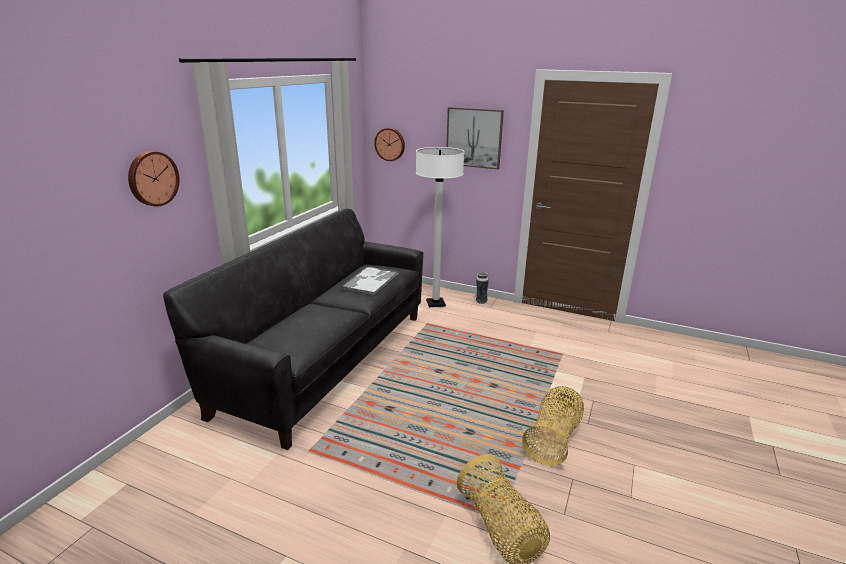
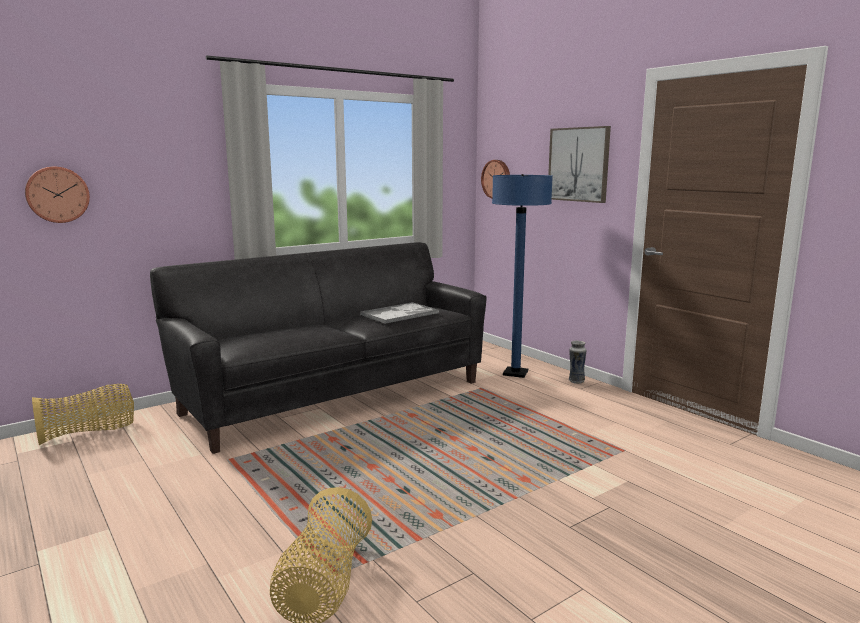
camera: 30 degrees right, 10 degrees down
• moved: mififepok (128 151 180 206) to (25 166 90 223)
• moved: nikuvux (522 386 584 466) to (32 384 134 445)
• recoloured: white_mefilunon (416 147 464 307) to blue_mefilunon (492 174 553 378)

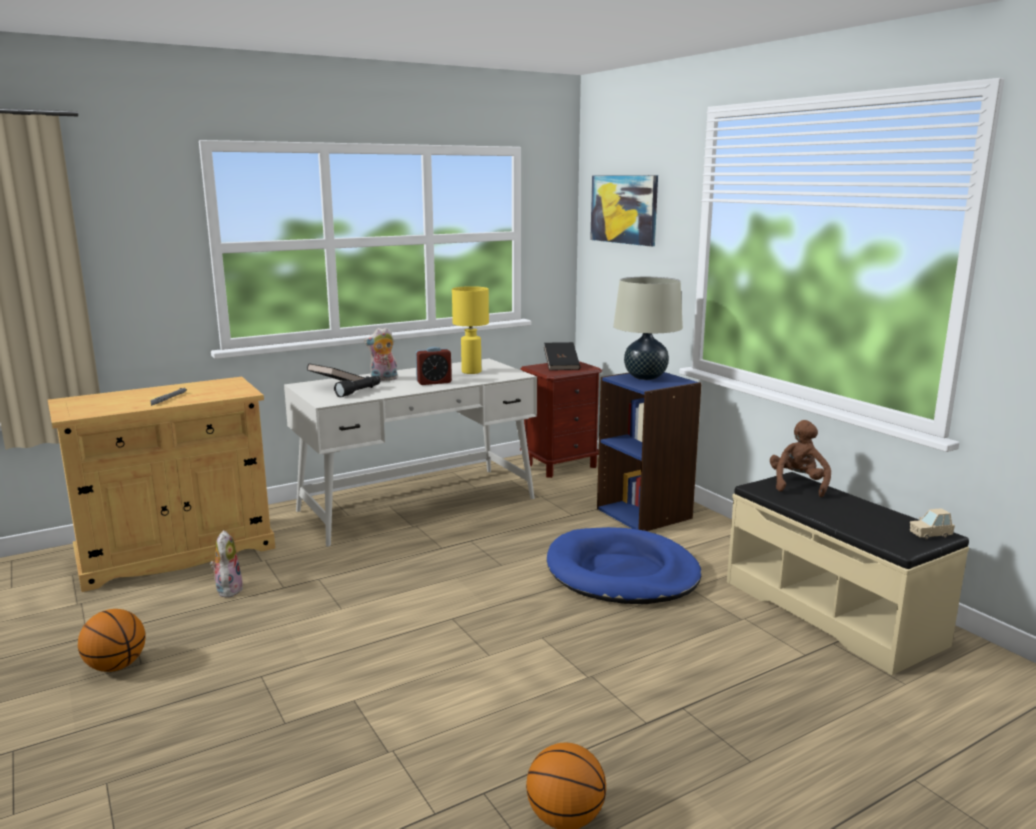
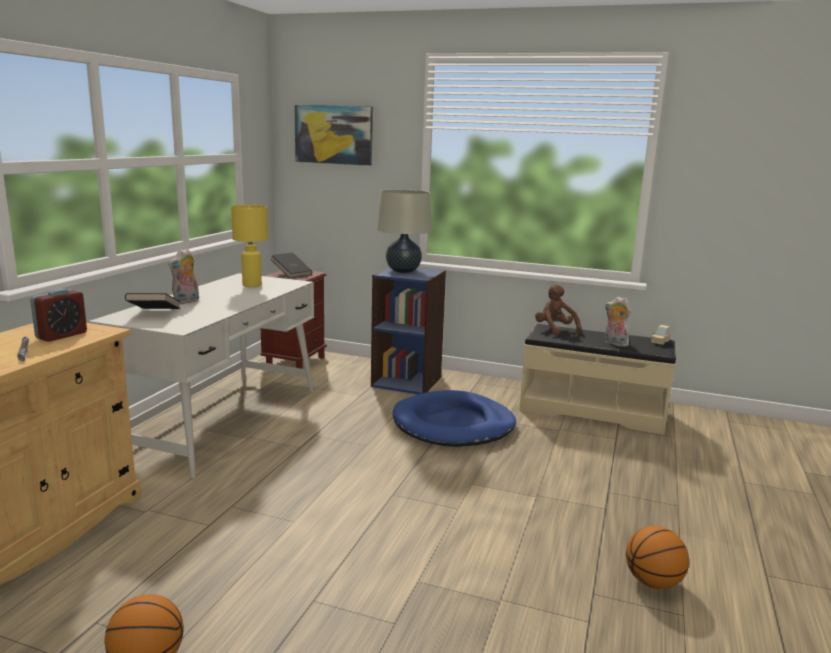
camera: 40 degrees left, 0 degrees up
• removed: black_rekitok (334 376 381 397)
• moved: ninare (210 530 243 598) to (605 297 631 347)
• moved: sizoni (416 347 452 385) to (30 289 87 342)

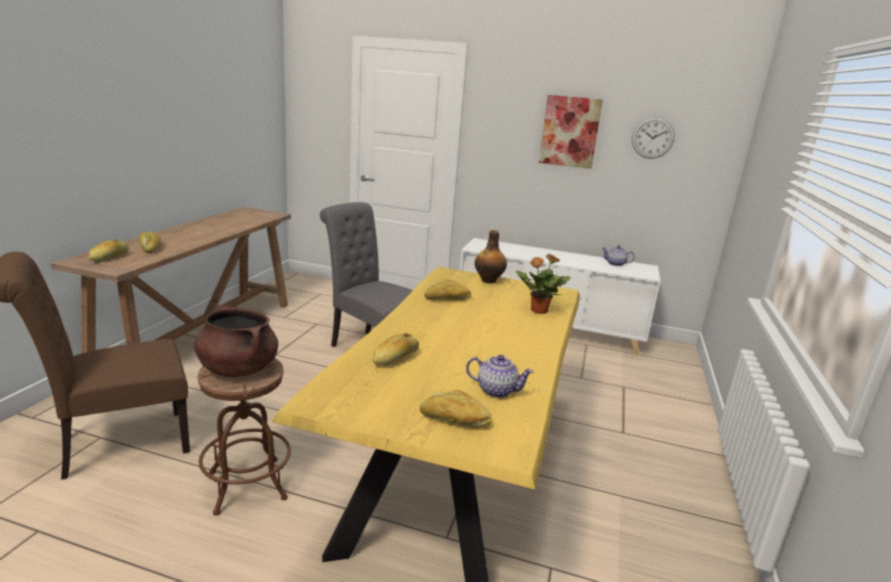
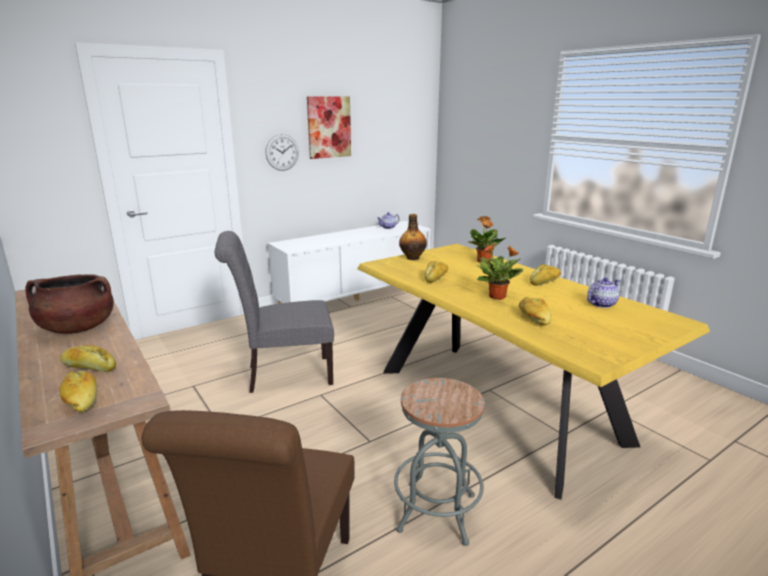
camera: 50 degrees left, 0 degrees up
• added: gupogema (476 244 524 300)
• moved: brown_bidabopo (194 305 278 377) to (25 274 114 334)
• moved: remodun (420 390 492 427) to (530 265 561 286)
• moved: mififepok (632 117 675 159) to (265 134 299 171)
• recoloured: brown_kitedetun (198 358 291 516) to grey_kitedetun (394 378 485 546)

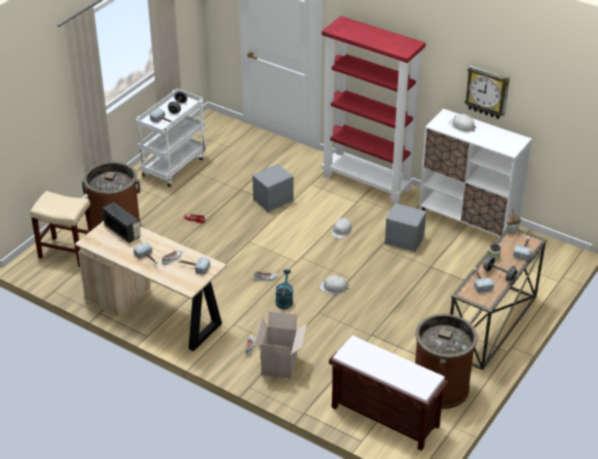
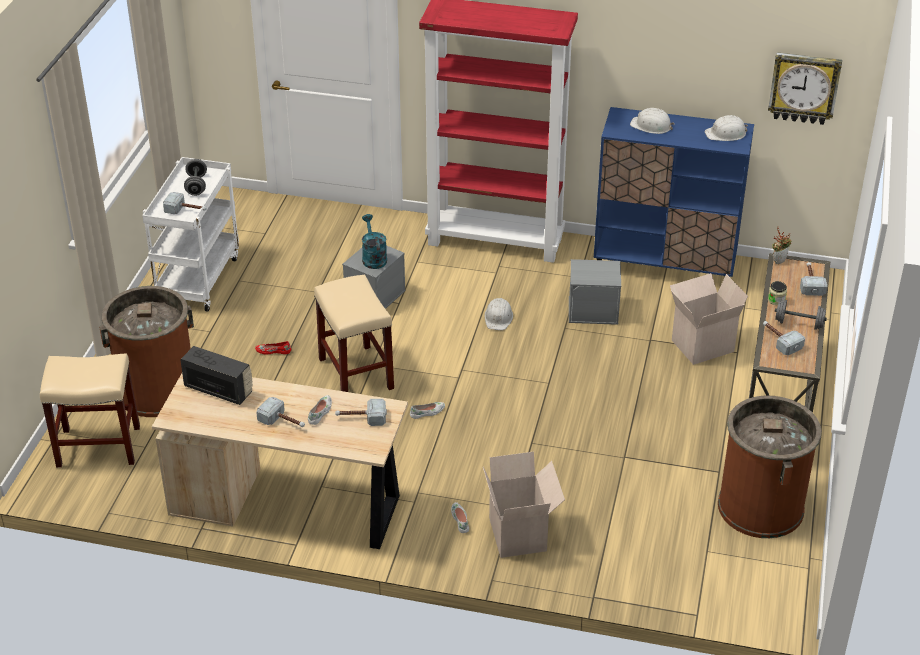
camera: 20 degrees left, 0 degrees up
• removed: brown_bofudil (329 335 448 451)
• added: beige_kitedetun (314 274 394 392)
• added: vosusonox (670 273 748 365)
• moved: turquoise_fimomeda (276 269 293 309) to (362 214 387 269)
• moved: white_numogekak (319 276 350 294) to (705 115 748 141)
• moved: mififepok (464 65 510 119) to (768 52 842 125)
• recoloured: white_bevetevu (419 109 532 237) to blue_bevetevu (594 107 754 278)

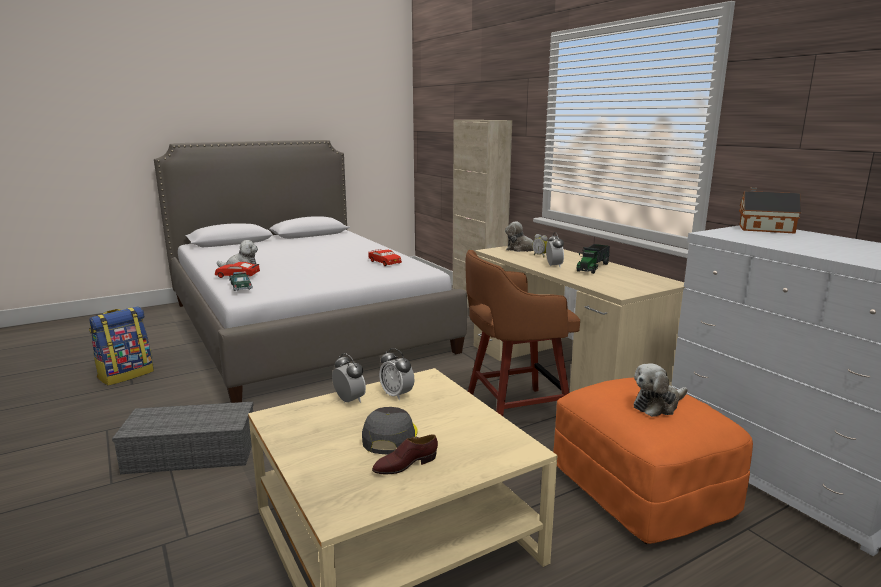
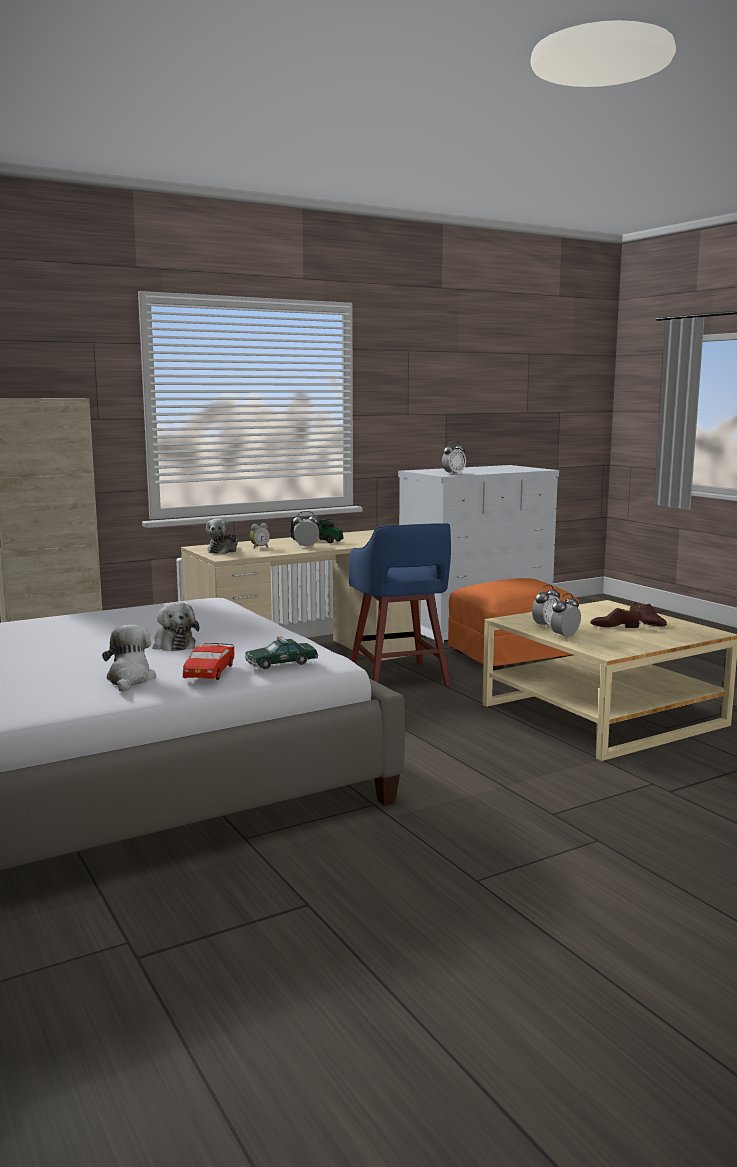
camera: 90 degrees left, 5 degrees down
• removed: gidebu (89 306 154 386)
• removed: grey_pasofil (112 402 253 474)
• removed: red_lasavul (368 249 402 266)
• removed: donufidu (739 187 801 234)
• added: sizoni (442 441 466 475)
• moved: ninare (634 363 688 417) to (153 602 199 651)
• replaced: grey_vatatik (362 407 418 454) to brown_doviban (590 608 641 628)
• recoloured: brown_kitedetun (465 250 580 416) to blue_kitedetun (349 523 451 686)

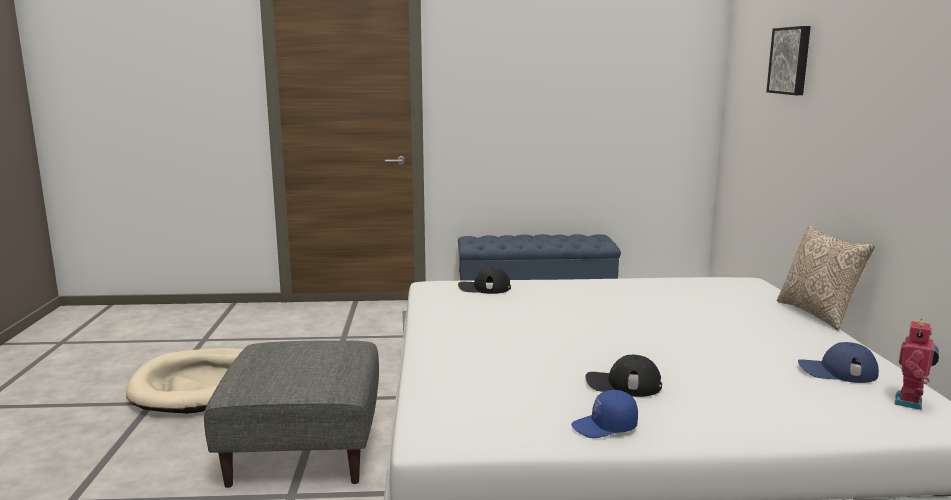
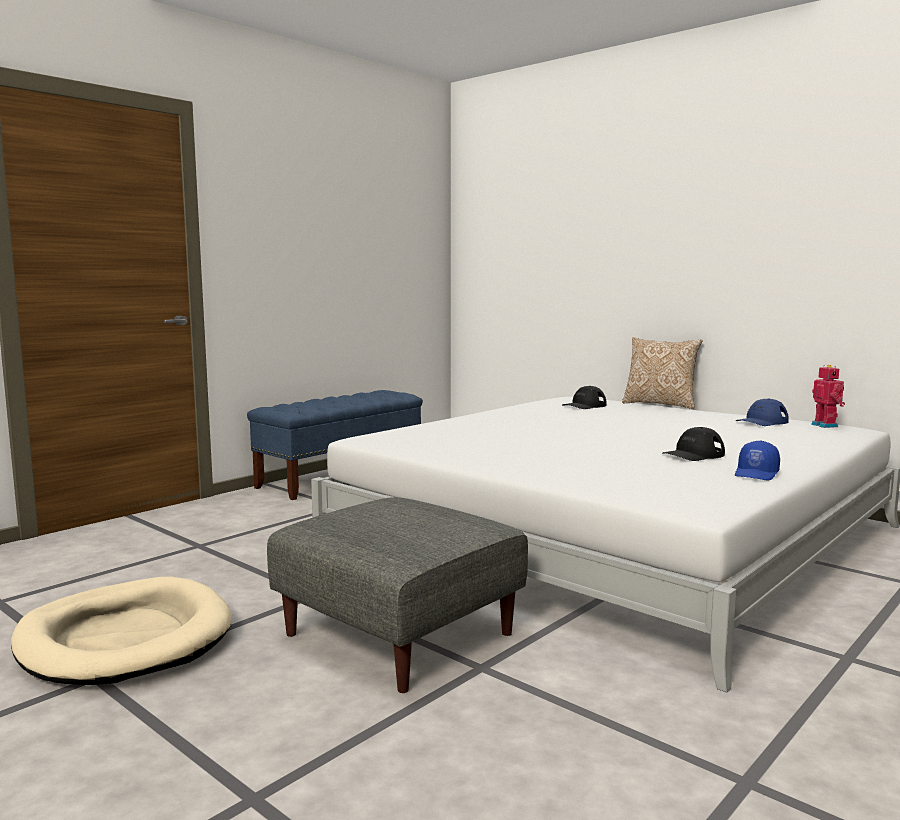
camera: 45 degrees left, 5 degrees down
• removed: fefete (766 26 811 95)
• moved: black_vatatik (458 267 511 294) to (563 386 607 409)

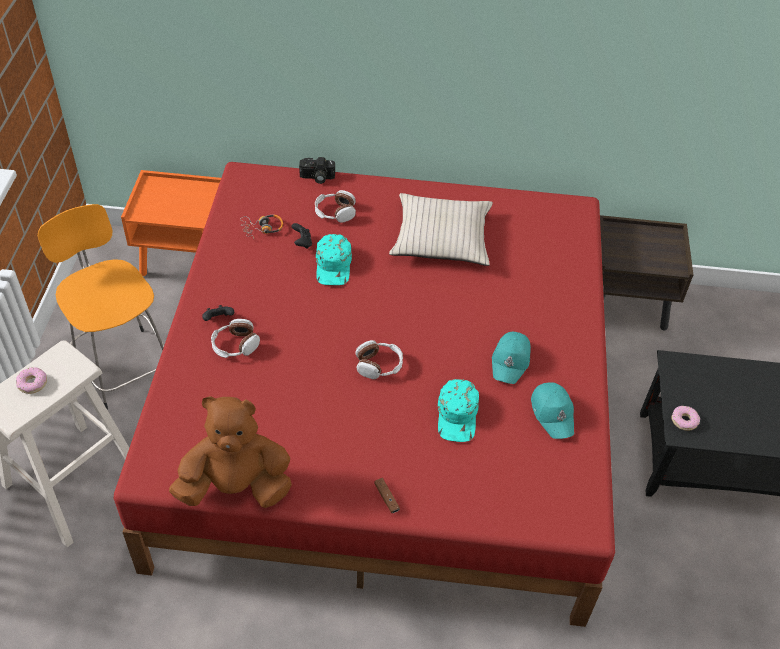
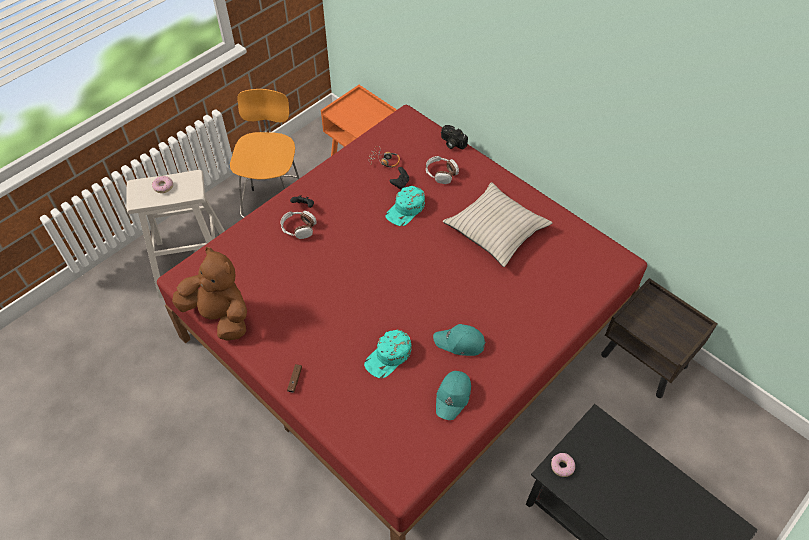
camera: 40 degrees right, 5 degrees up
• removed: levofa (355 340 403 379)
• turned: turquoise_vatatik (492 332 531 384) = (433 324 486 356) 45 degrees clockwise

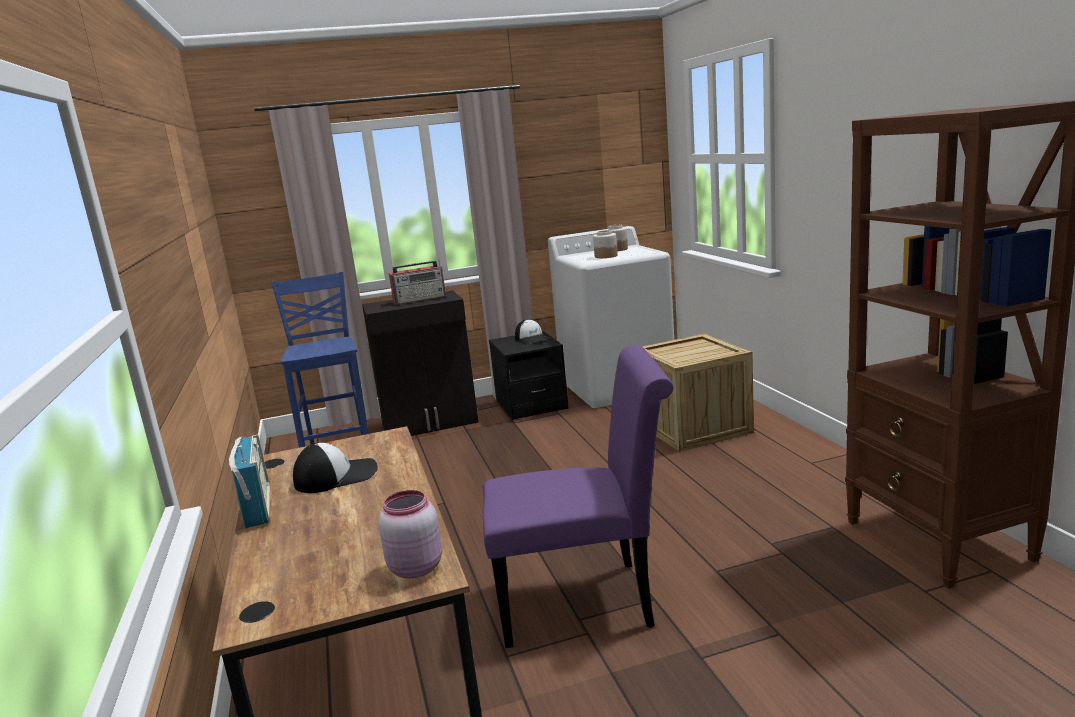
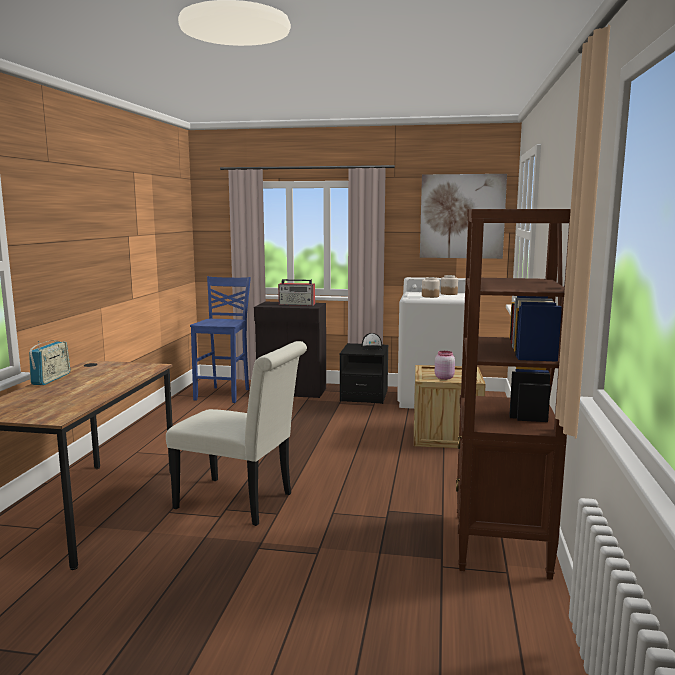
camera: 25 degrees right, 5 degrees down
• removed: vatatik (293 443 378 493)
• added: fefete (420 174 507 259)
• moved: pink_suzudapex (378 490 442 578) to (435 351 455 380)
• recoloured: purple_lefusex (483 345 674 648) to white_lefusex (166 341 307 526)

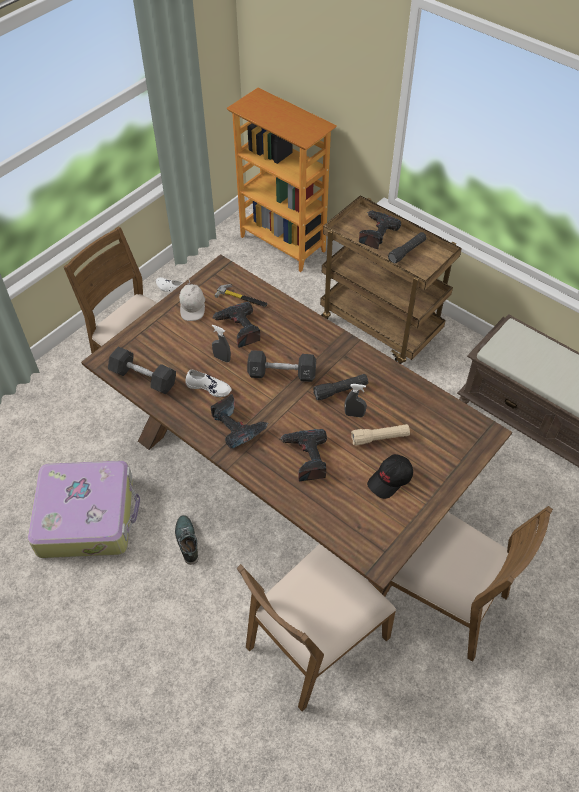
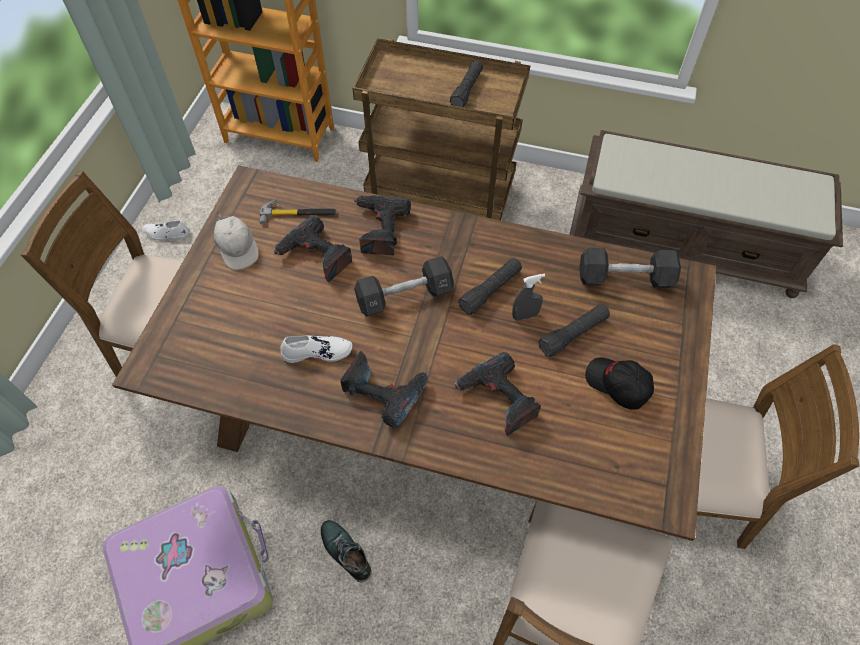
camera: 25 degrees left, 5 degrees up
• removed: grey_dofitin (212 325 231 363)
• moved: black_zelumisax (108 346 176 394) to (579 247 681 288)
• moved: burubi (359 210 401 249) to (353 195 411 255)
• recoloured: beige_rekitok (351 424 410 445) to black_rekitok (538 304 610 357)
• turned: black_vatatik (367 454 413 499) = (585 357 654 409) 105 degrees clockwise

